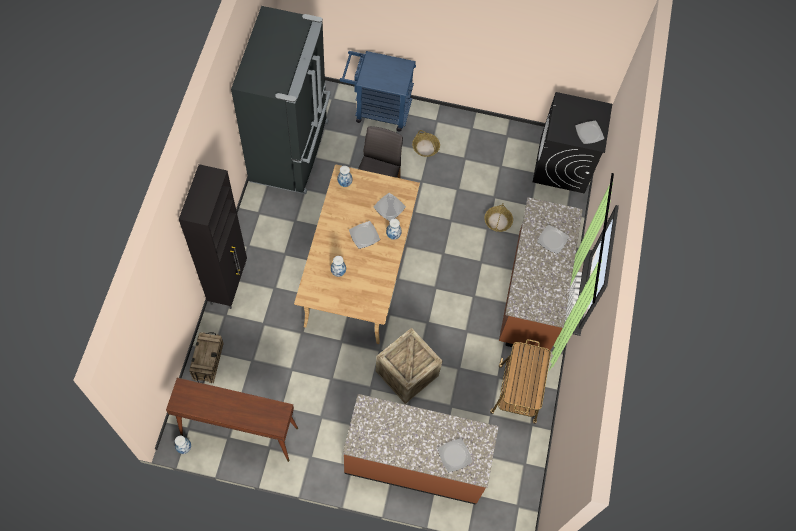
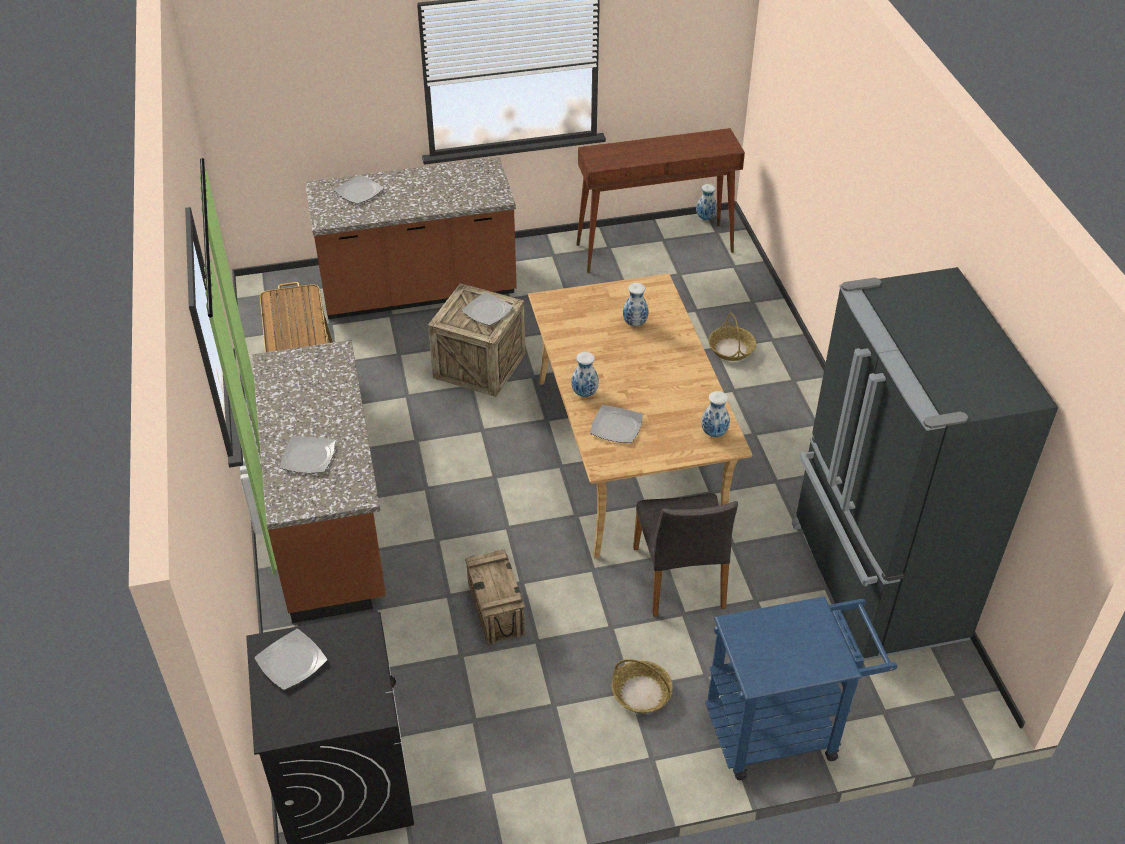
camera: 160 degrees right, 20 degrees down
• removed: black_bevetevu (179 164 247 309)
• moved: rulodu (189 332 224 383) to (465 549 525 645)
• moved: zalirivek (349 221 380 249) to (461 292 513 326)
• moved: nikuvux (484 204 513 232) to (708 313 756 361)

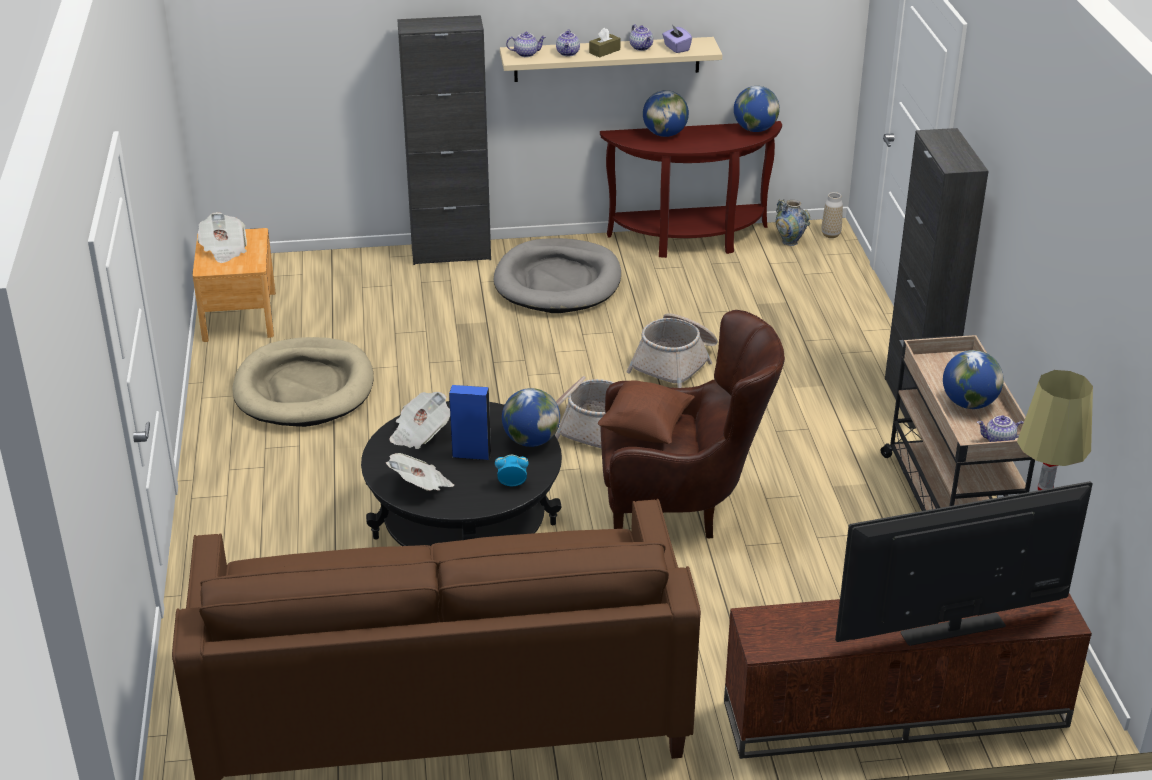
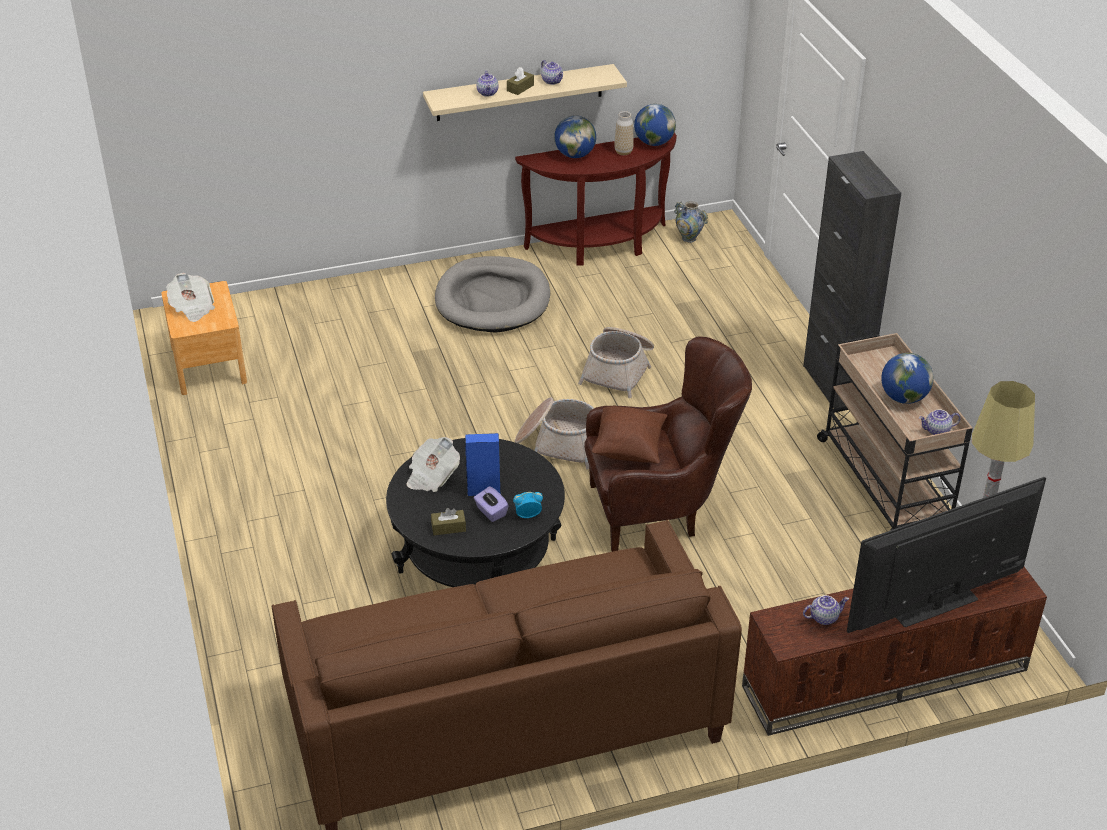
camera: 10 degrees left, 5 degrees up
• removed: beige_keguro (232 337 374 427)
• removed: black_bevetevu (397 15 491 265)
• removed: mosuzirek (502 388 560 447)
• moved: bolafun (506 32 546 57) to (803 595 849 625)
• moved: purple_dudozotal (662 25 692 53) to (474 486 509 522)
• moved: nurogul (822 192 843 238) to (614 111 634 155)
• replaced: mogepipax (386 453 454 491) to brown_dudozotal (431 508 466 535)

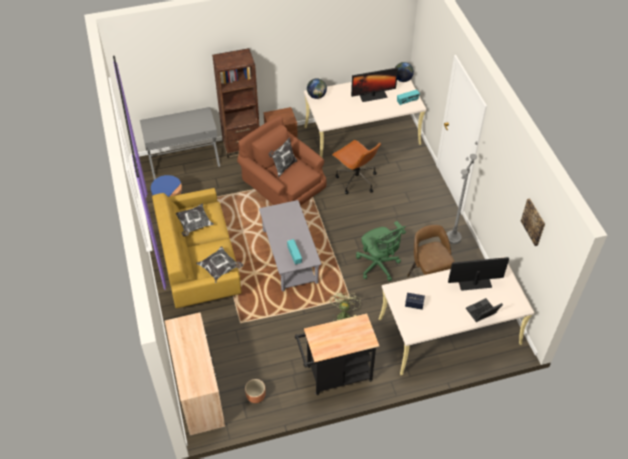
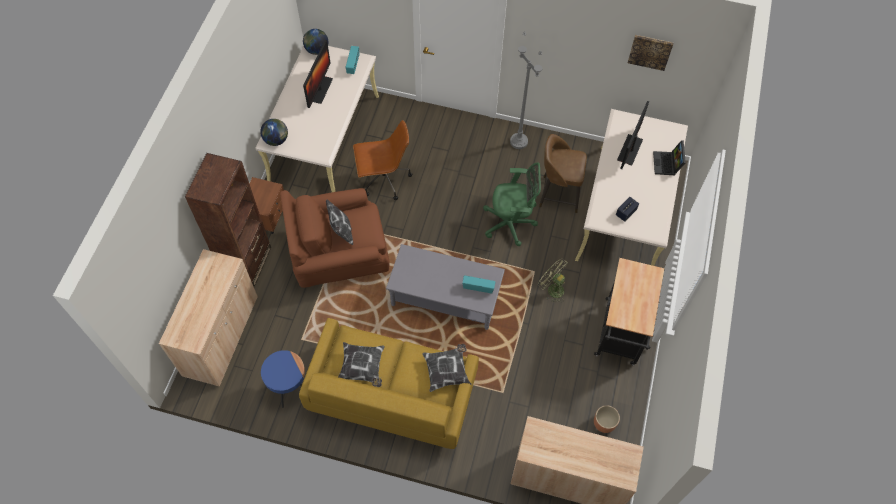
camera: 60 degrees left, 10 degrees up
• replaced: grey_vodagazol (140 107 220 180) to beige_bevetevu (159 249 258 387)

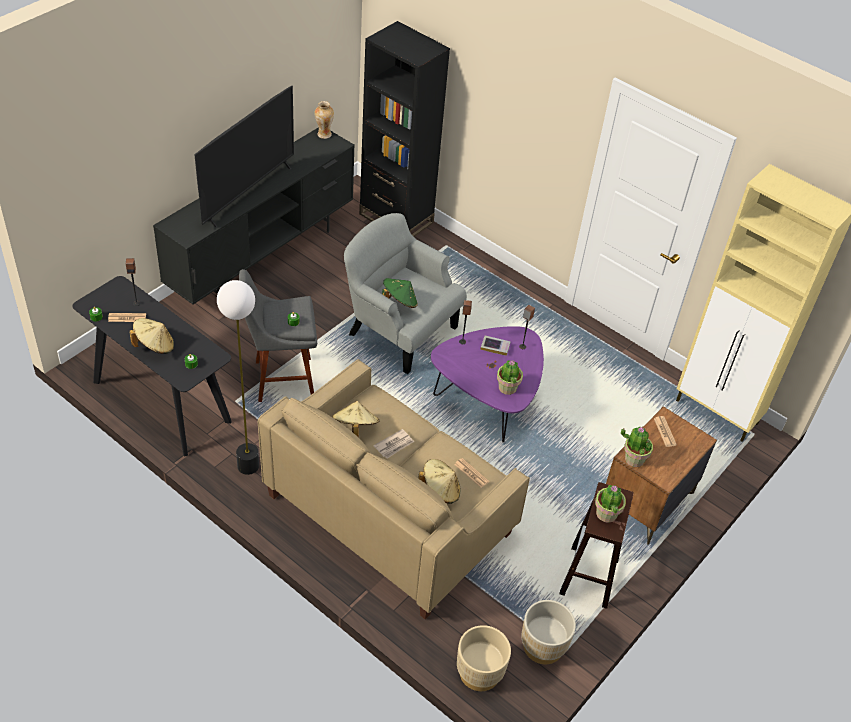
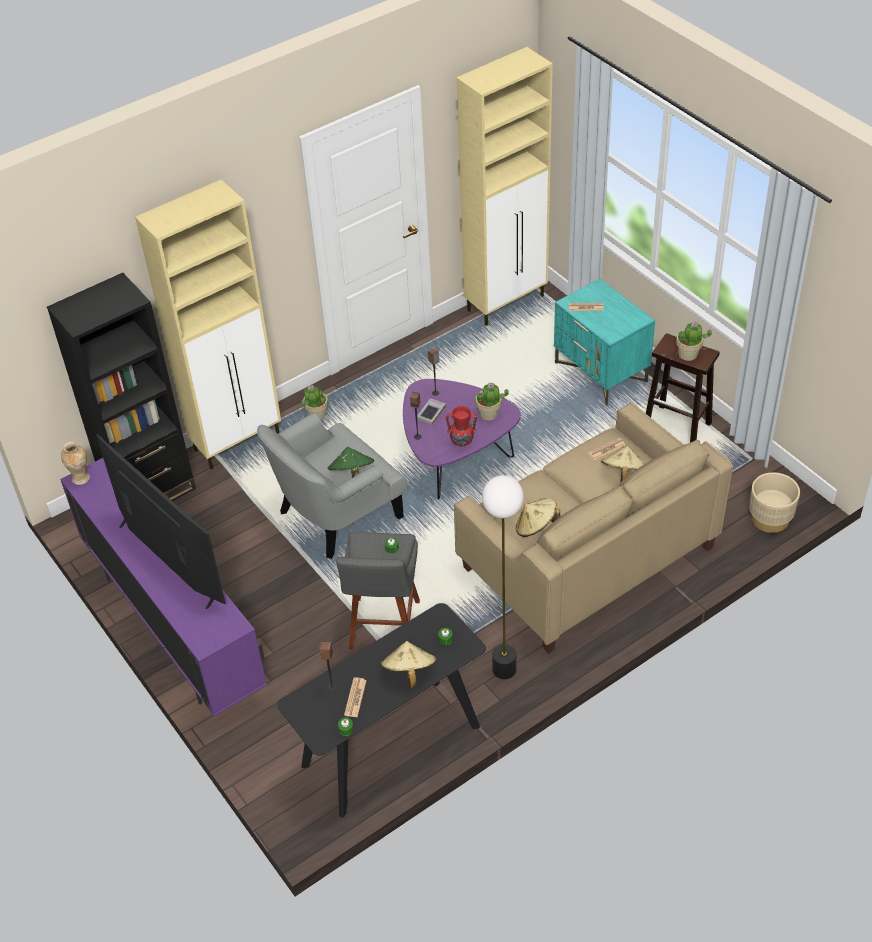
camera: 70 degrees left, 0 degrees up
• removed: mogepipax (374 429 414 458)
• removed: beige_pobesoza (521 600 576 665)
• added: beige_bevetevu (135 180 281 470)
• added: red_nurogul (446 406 477 447)
• moved: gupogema (621 427 653 467) to (301 385 328 419)
• recoloured: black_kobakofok (153 127 355 305) to purple_kobakofok (60 458 267 717)
• recoloured: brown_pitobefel (606 406 717 544) to turquoise_pitobefel (554 279 655 406)

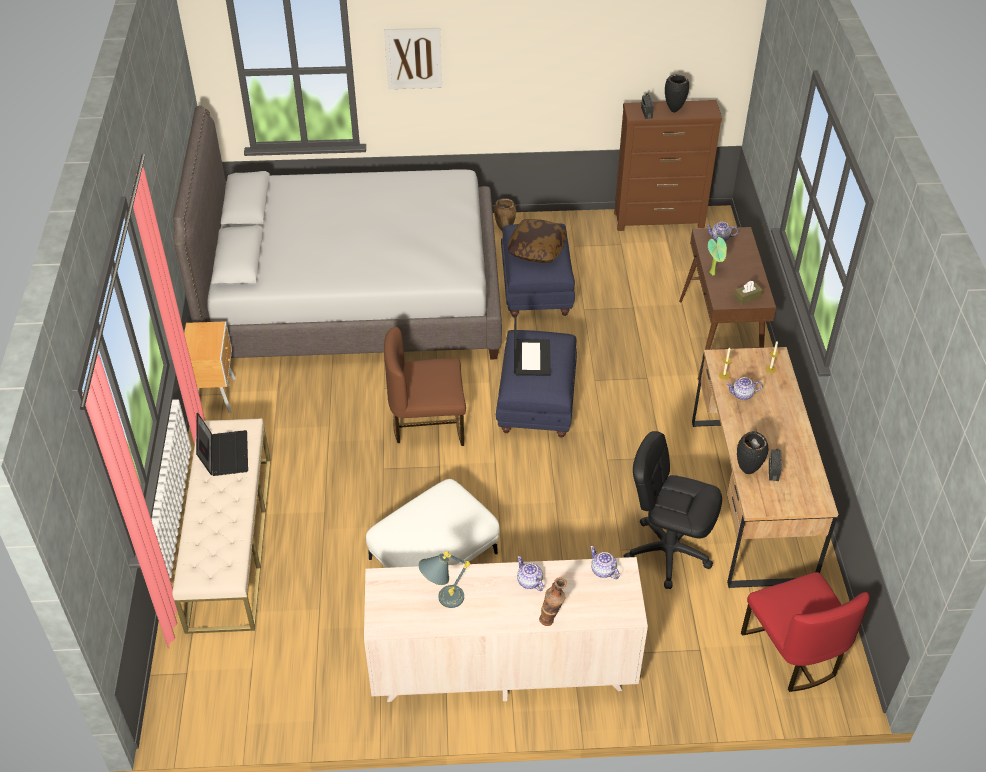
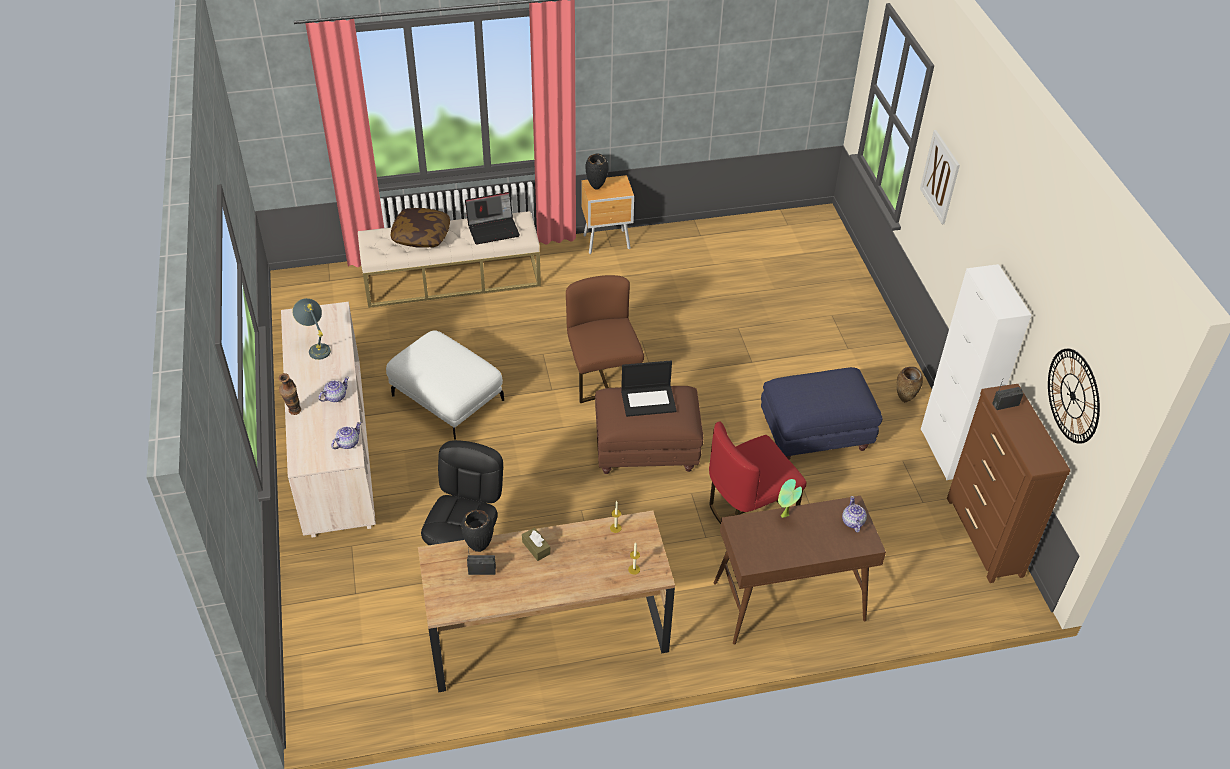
camera: 80 degrees right, 0 degrees up
• removed: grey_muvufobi (173 106 502 360)
• removed: bolafun (727 377 762 400)
• added: white_bevetevu (921 264 1031 480)
• added: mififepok (1048 349 1100 444)
• moved: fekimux (508 219 566 263) to (390 208 450 248)
• moved: black_nurogul (665 74 689 112) to (585 153 609 190)
• moved: brown_dudozotal (734 281 763 305) to (522 528 551 561)
• moved: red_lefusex (741 572 870 692) to (709 421 806 524)
• recoloured: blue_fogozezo (496 330 577 438) to brown_fogozezo (595 386 703 474)

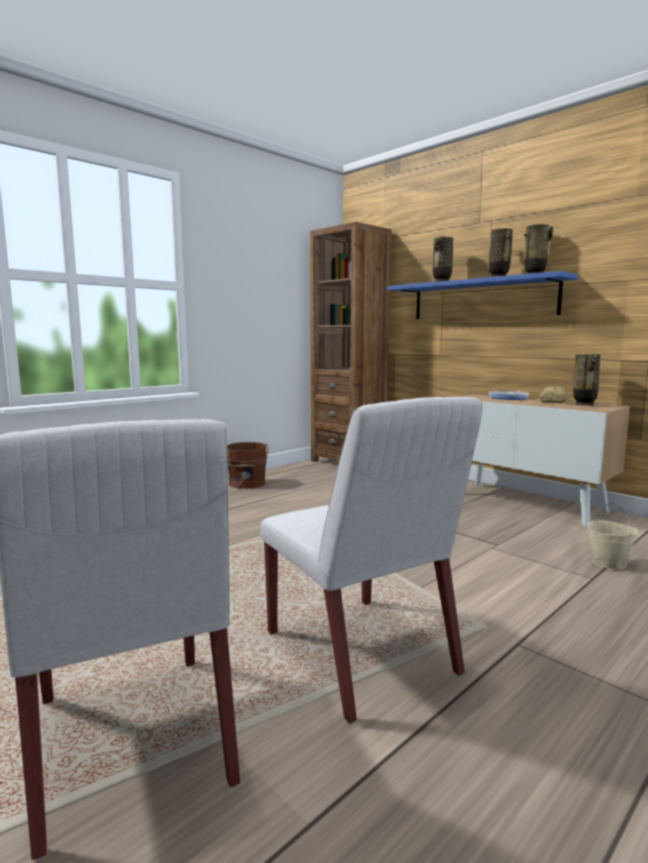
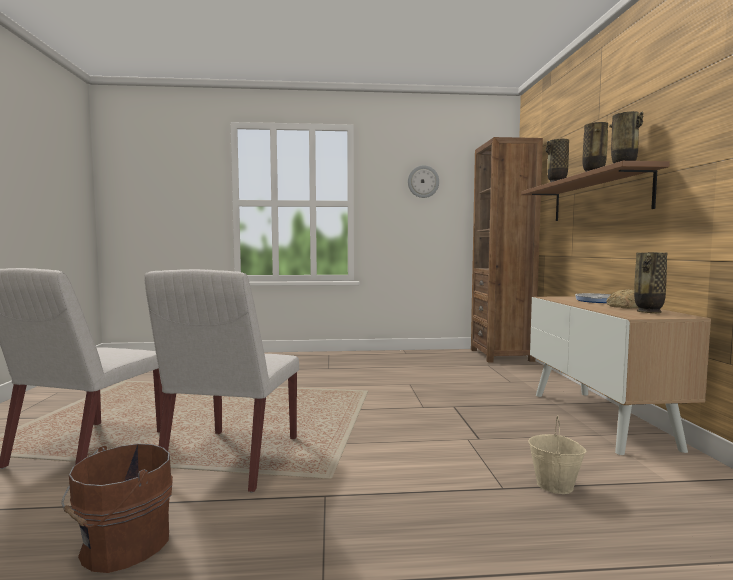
camera: 40 degrees right, 5 degrees down
• added: mififepok (408 165 439 198)
• moved: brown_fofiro (227 442 269 489) to (61 444 173 573)
• recoloured: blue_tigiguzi (388 271 578 319) to brown_tigiguzi (521 161 670 221)

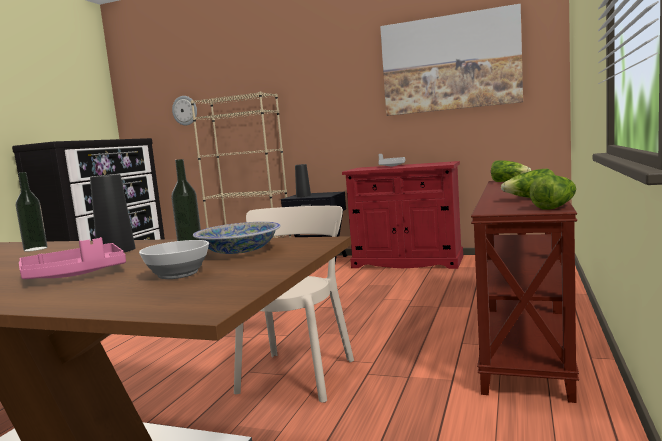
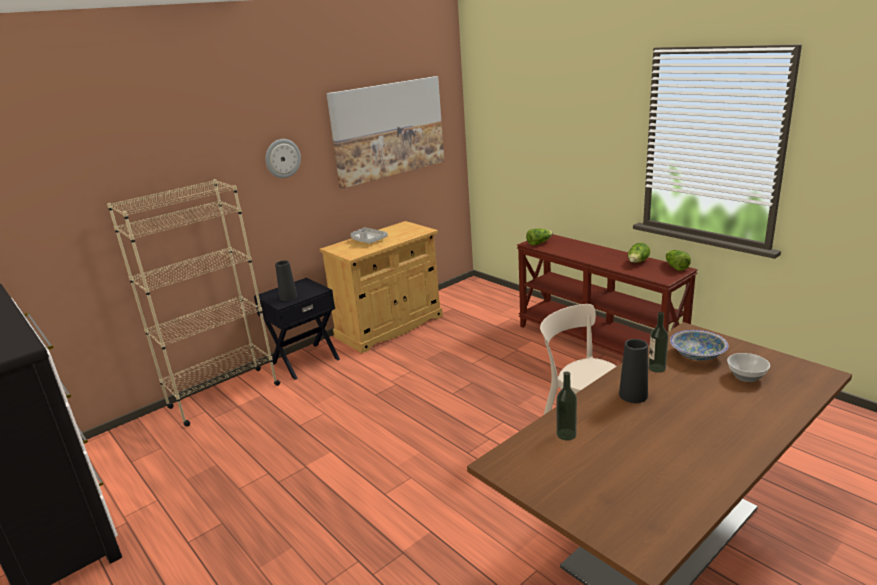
camera: 60 degrees left, 15 degrees up
• removed: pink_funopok (19 237 126 279)
• moved: mififepok (172 96 197 125) to (265 139 301 178)
• recoloured: red_bevetevu (342 161 463 269) to beige_bevetevu (320 221 443 353)

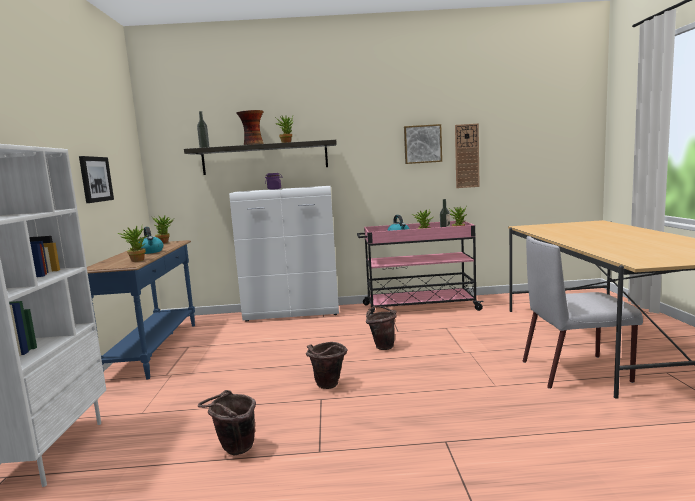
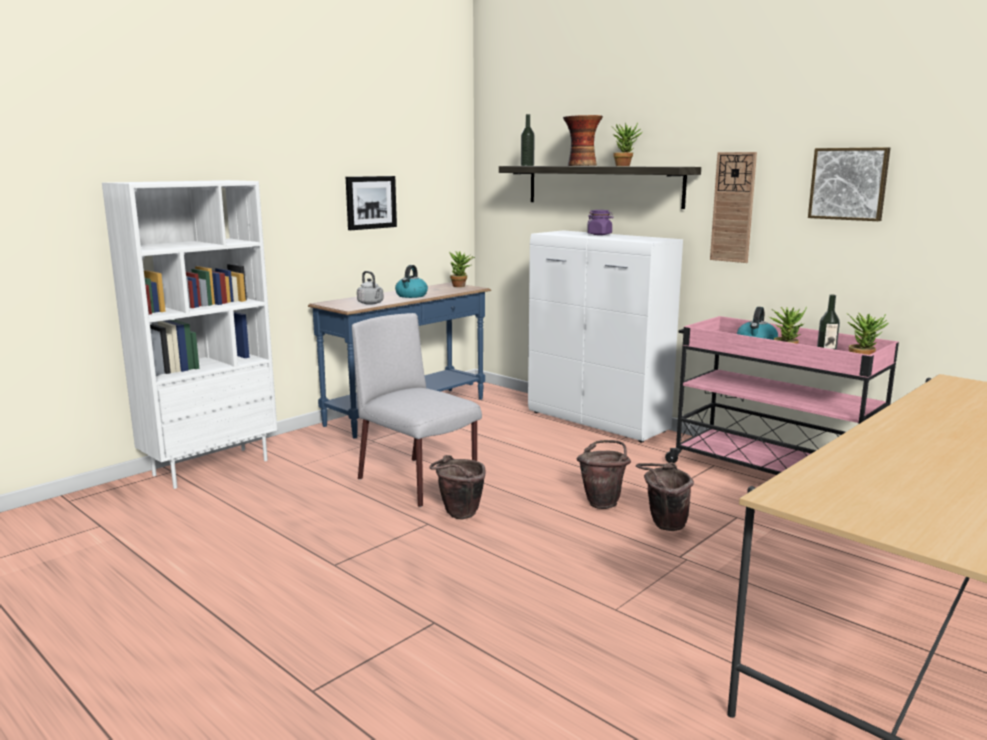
camera: 45 degrees right, 5 degrees up
• moved: brown_fofiro (198 390 256 456) to (636 462 694 531)
• moved: mififepok (455 123 480 188) to (710 152 757 263)
• moved: grey_lefusex (523 236 643 389) to (352 313 482 507)
• replaced: gupogema (118 226 148 262) to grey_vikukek (357 271 384 305)

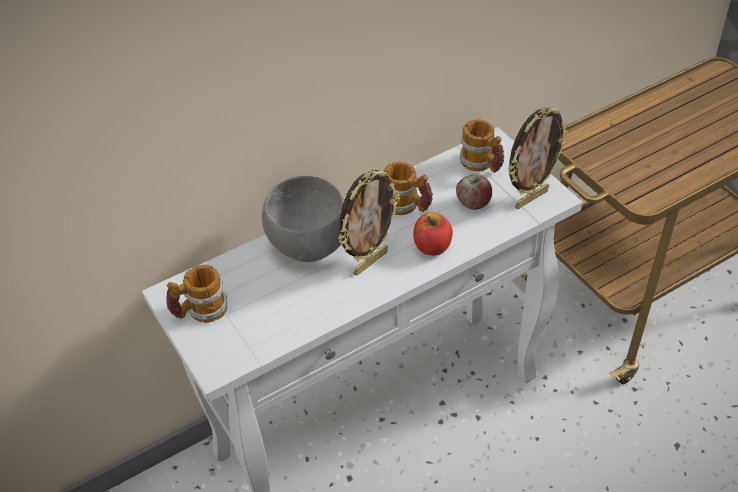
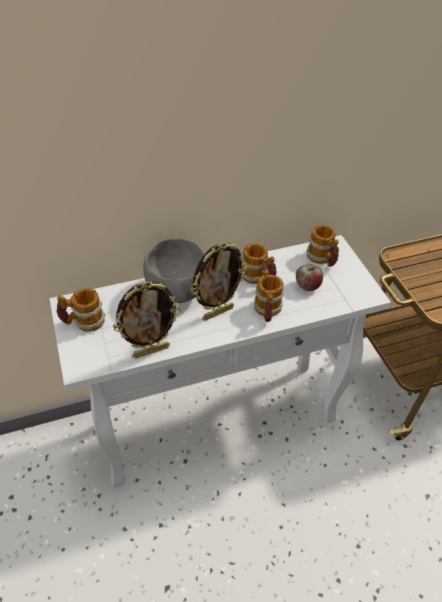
camera: 10 degrees right, 0 degrees up
• moved: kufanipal (508 106 568 209) to (113 281 181 359)
• replaced: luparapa (413 212 453 256) to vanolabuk (254 275 284 322)

